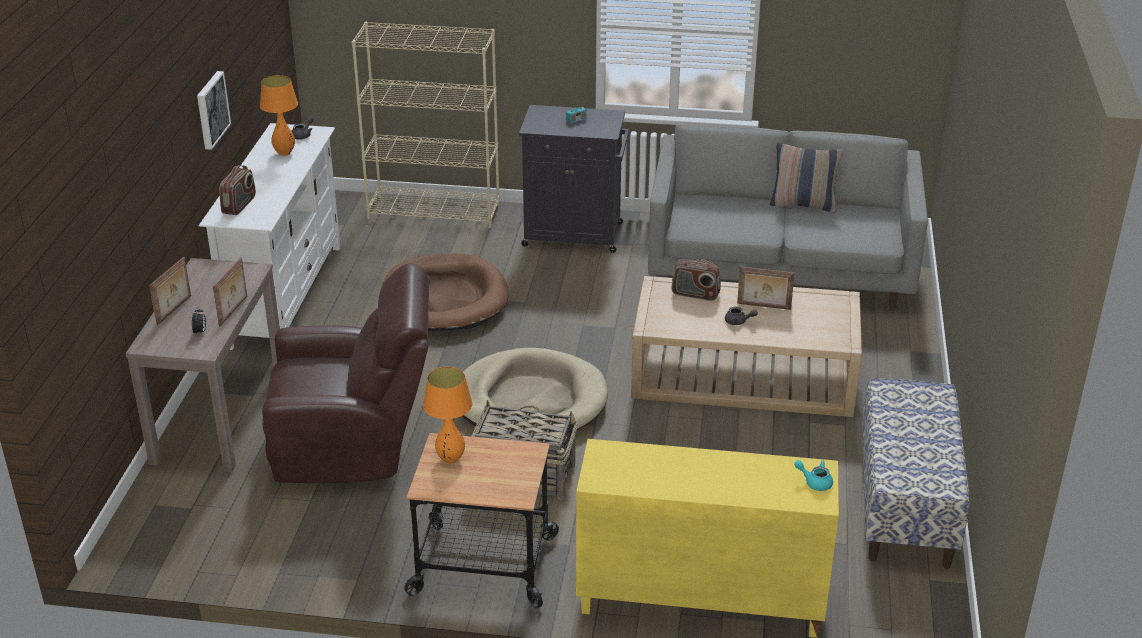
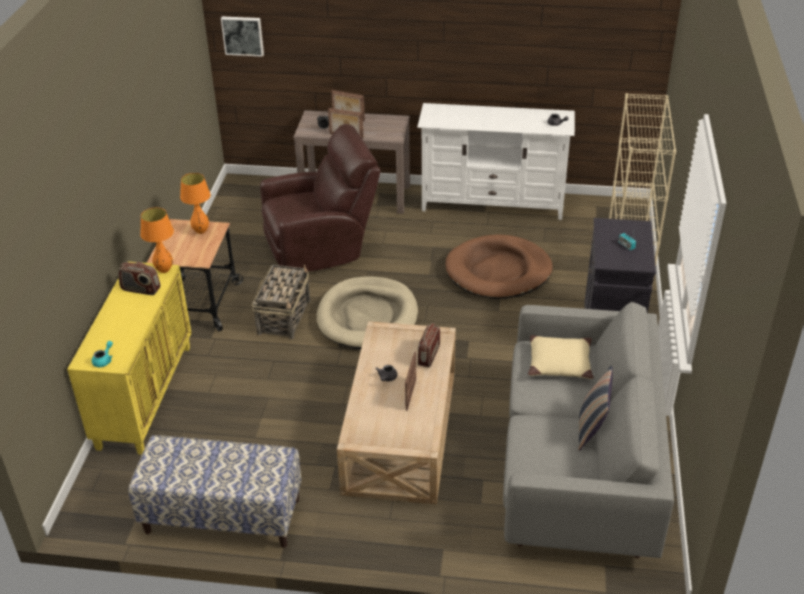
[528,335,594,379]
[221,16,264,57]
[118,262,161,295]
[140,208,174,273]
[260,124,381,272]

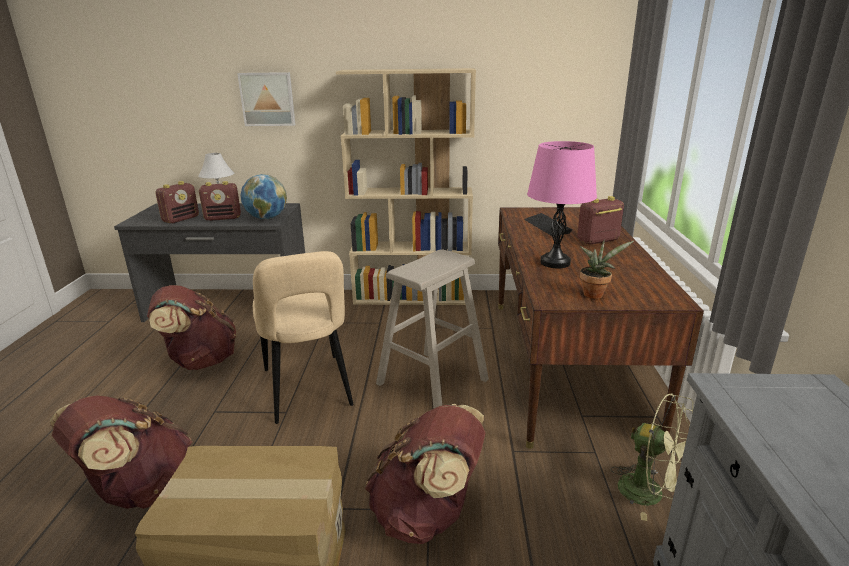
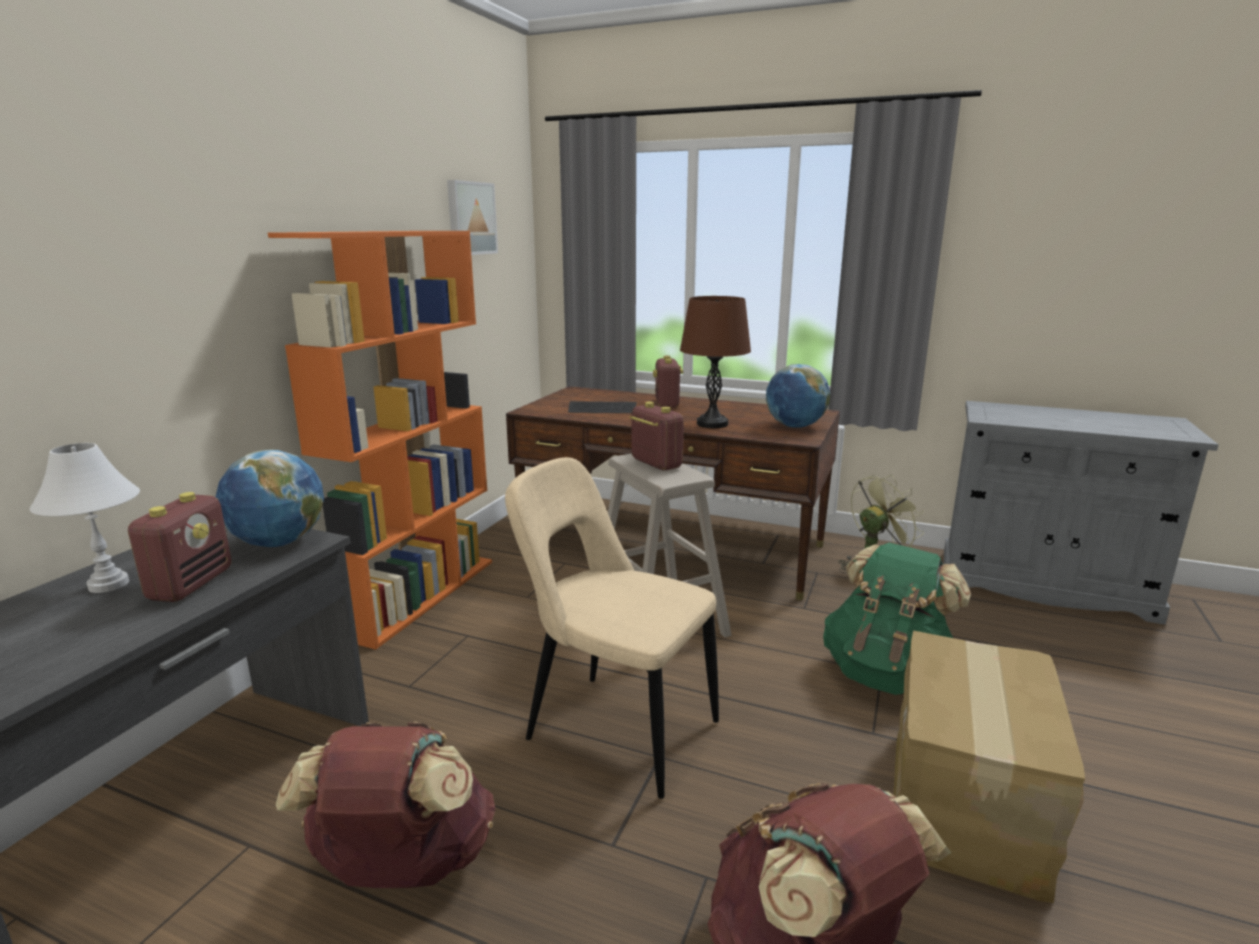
[629,402,684,470]
[447,180,498,255]
[766,364,830,428]
[268,231,492,650]
[823,543,971,695]
[680,296,751,428]
[505,457,719,799]

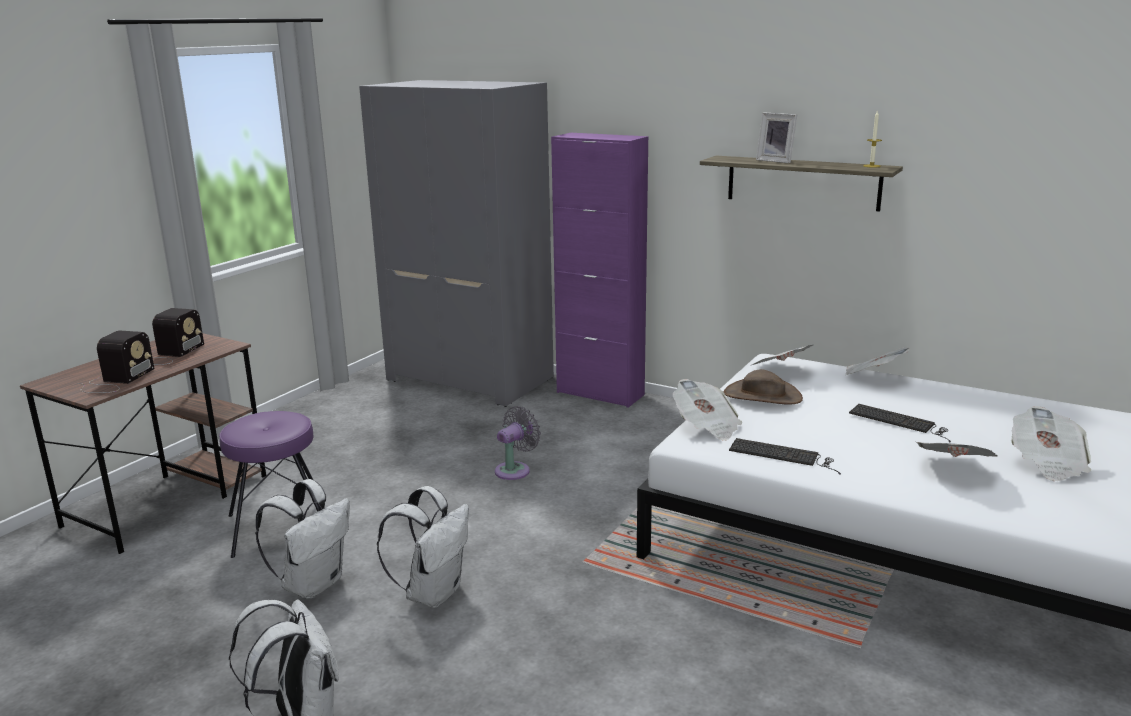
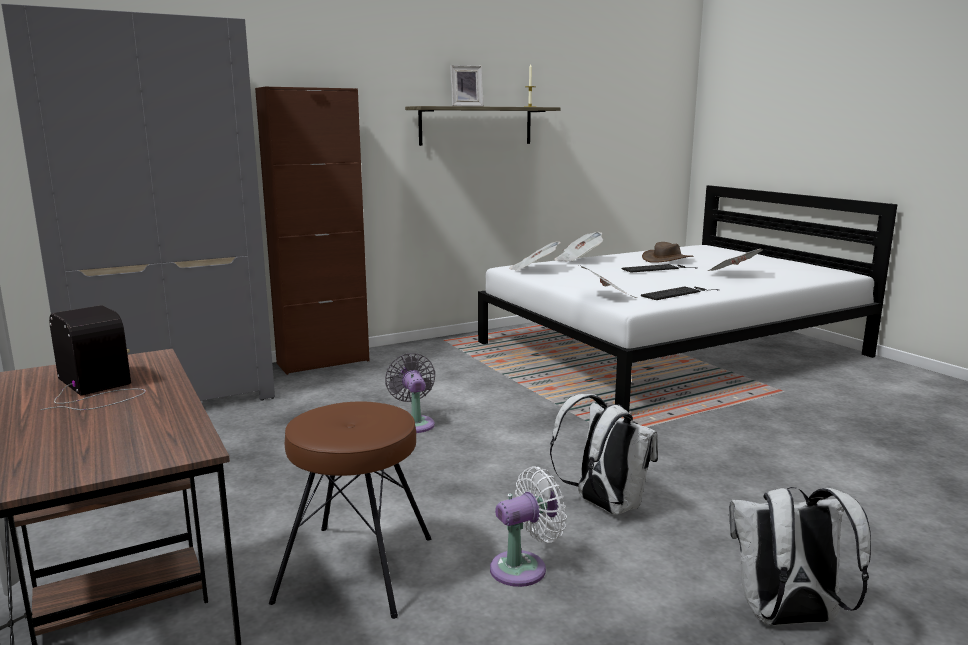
[78,330,155,393] (first image)
[1011,406,1091,481] (first image)
[642,242,693,263]
[490,466,567,587]
[269,401,431,619]
[255,86,370,375]

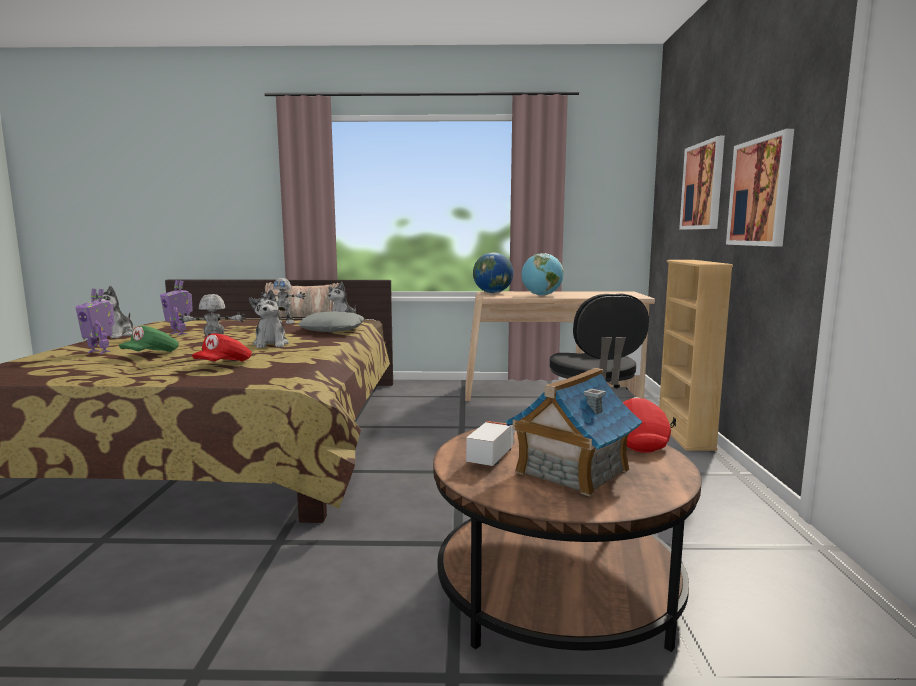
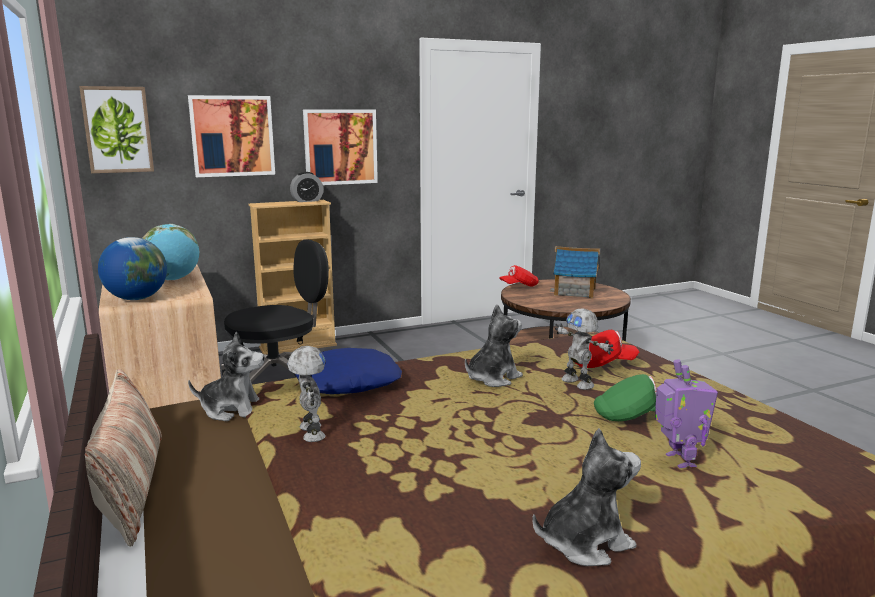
[160,280,193,335] (first image)
[466,421,515,466] (first image)
[79,86,154,173]
[290,172,323,202]
[295,348,402,394]

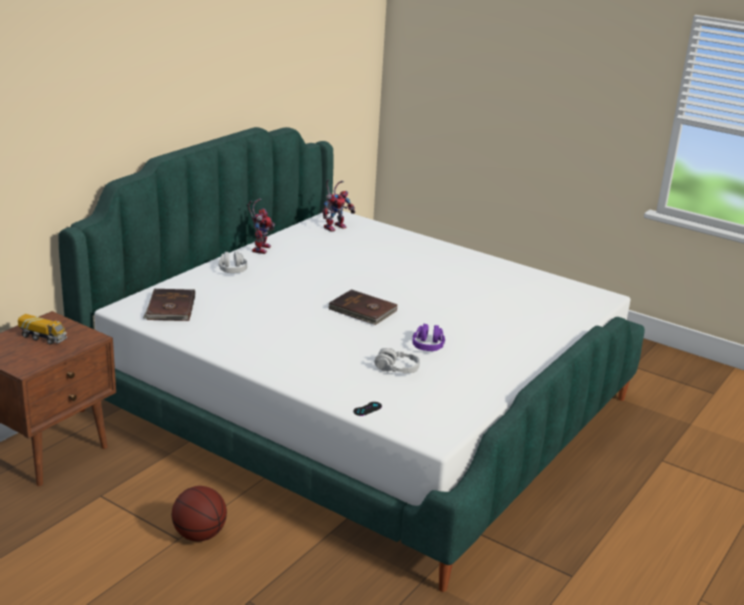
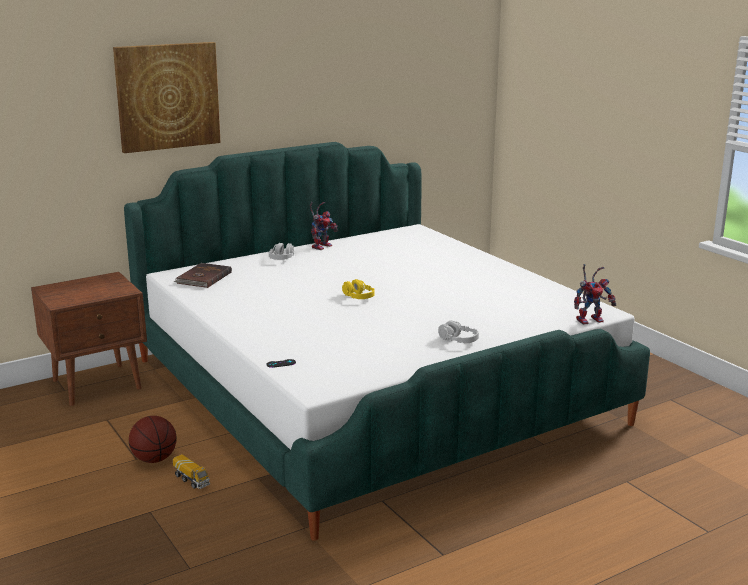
[412,324,445,351] (first image)
[113,42,221,153]
[173,454,210,489]
[574,264,616,325]
[438,320,479,343]
[342,279,375,299]

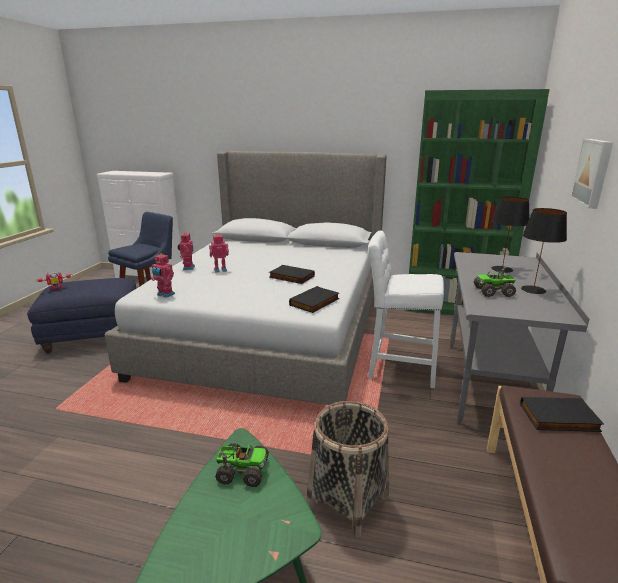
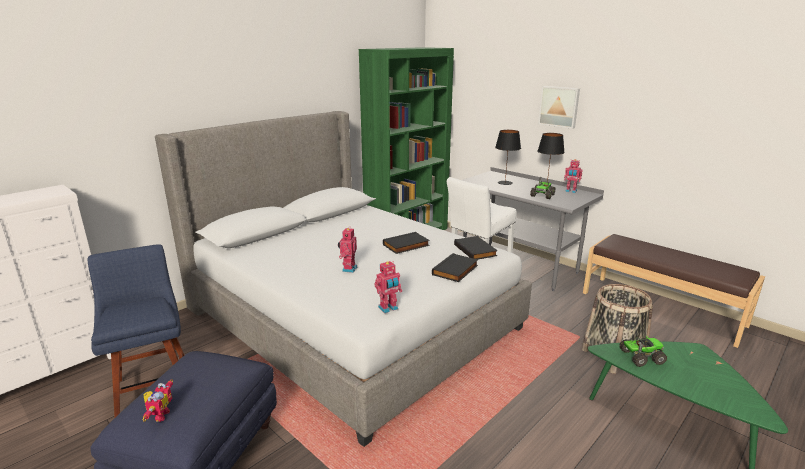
[564,159,583,193]
[432,253,478,282]
[619,336,667,367]

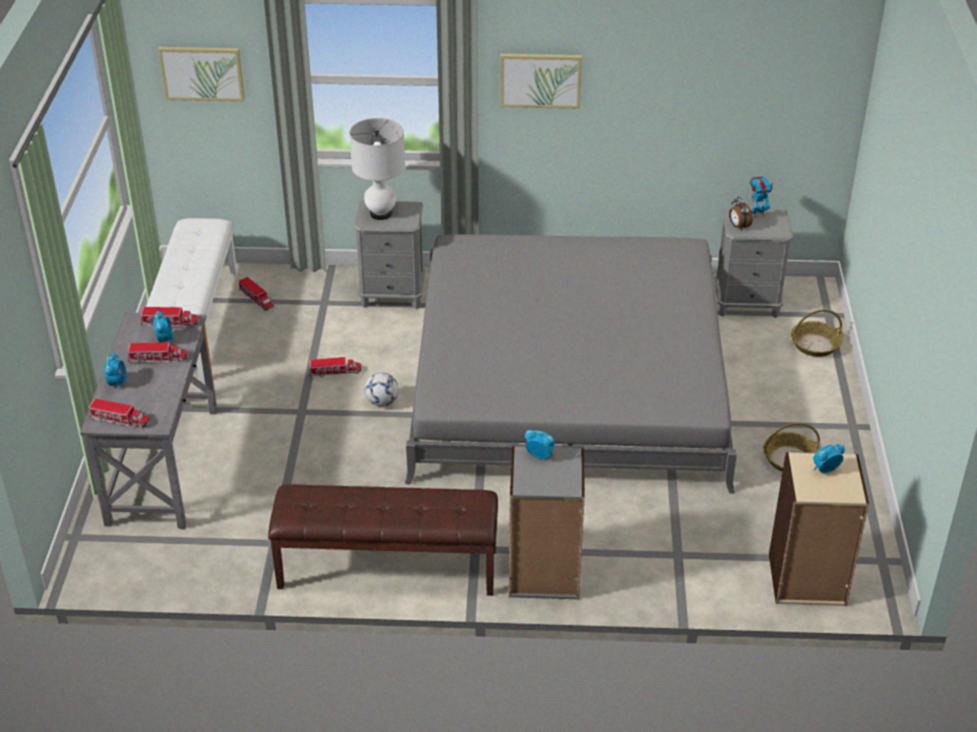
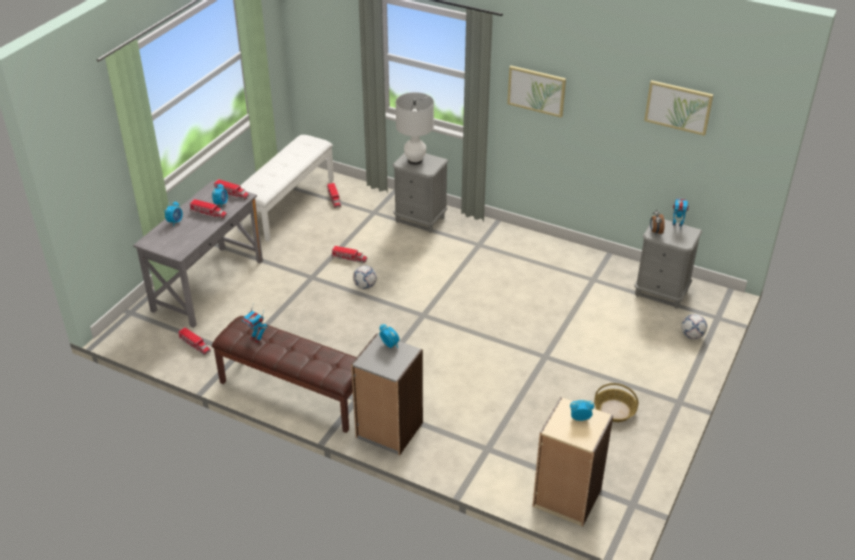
[405,234,737,494] (first image)
[242,306,268,343]
[178,327,211,355]
[644,80,713,136]
[681,314,707,339]

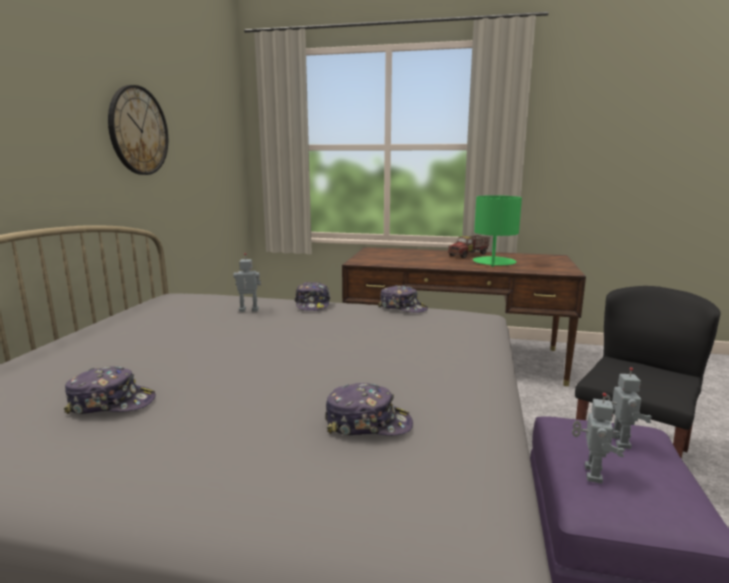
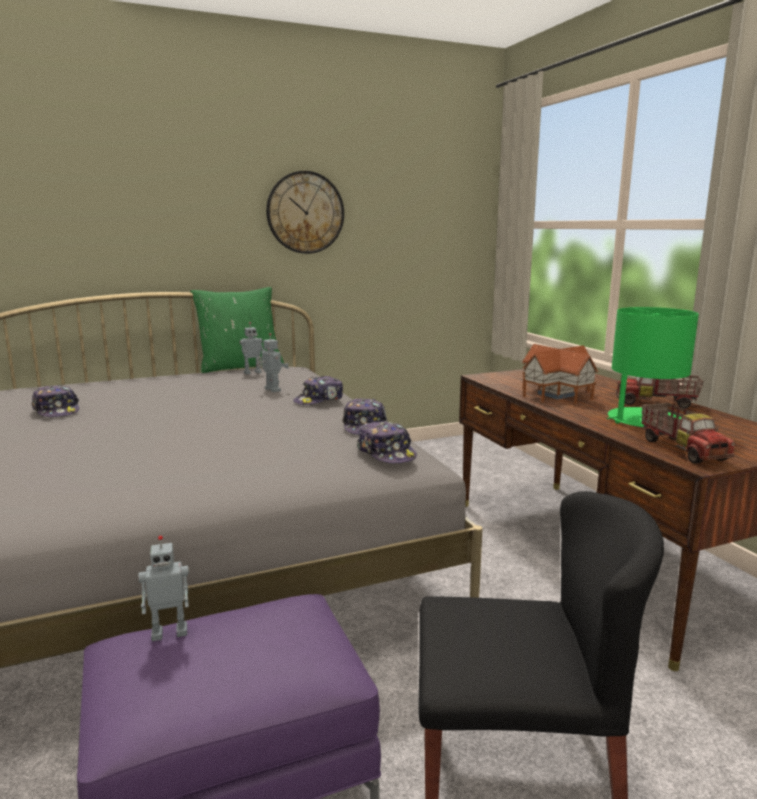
[190,287,284,373]
[522,344,598,404]
[642,403,735,464]
[357,421,417,464]
[240,322,265,375]

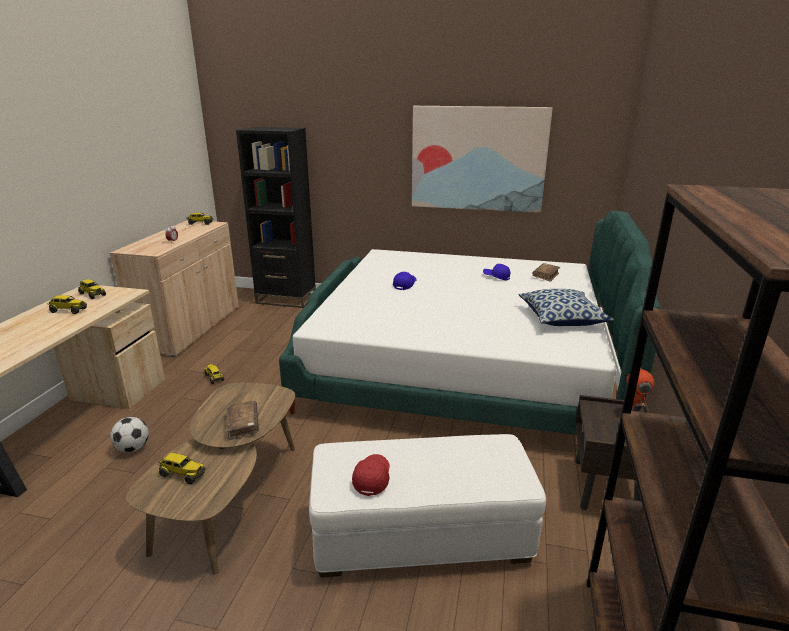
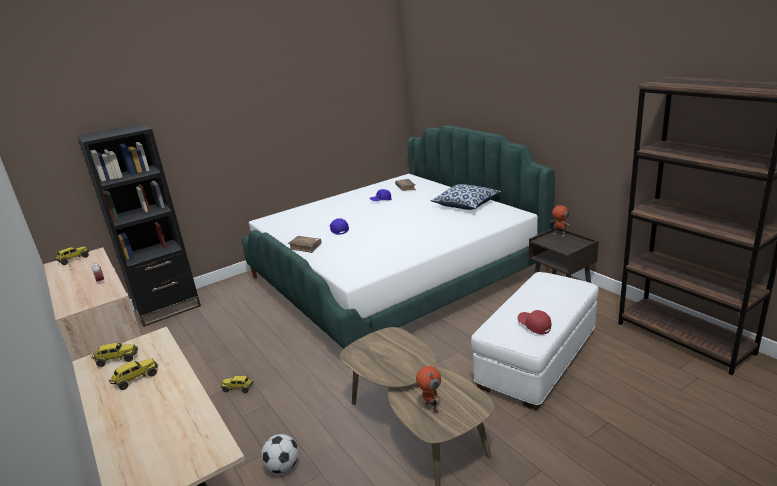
[412,106,553,213] (first image)
[288,236,321,253]
[416,366,441,413]

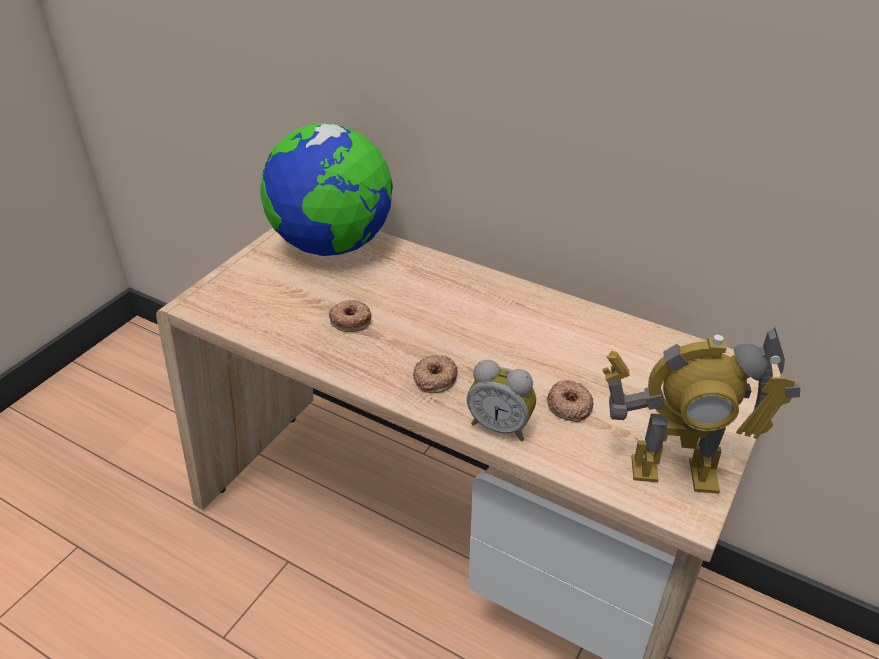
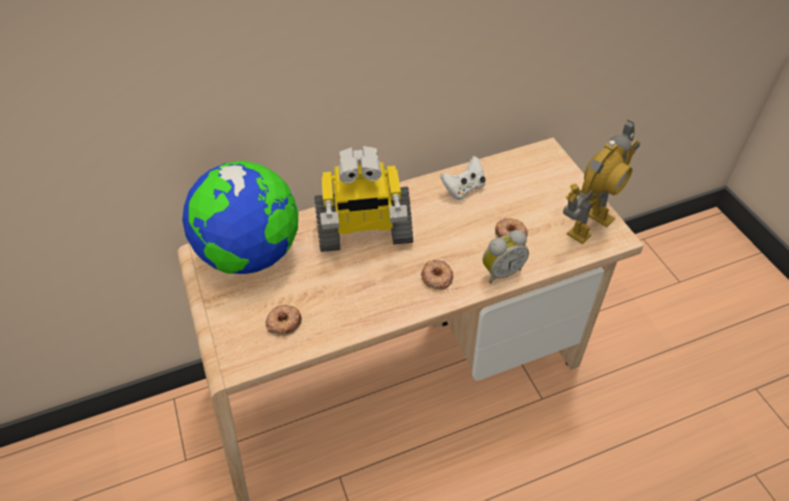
[314,146,413,252]
[440,156,486,200]
[265,305,302,336]

